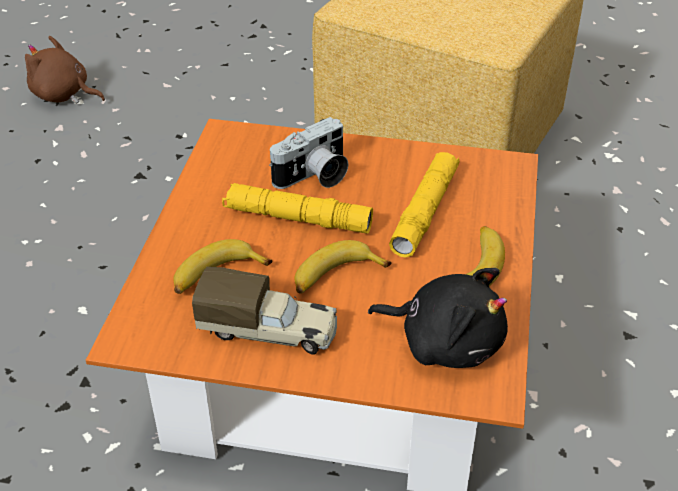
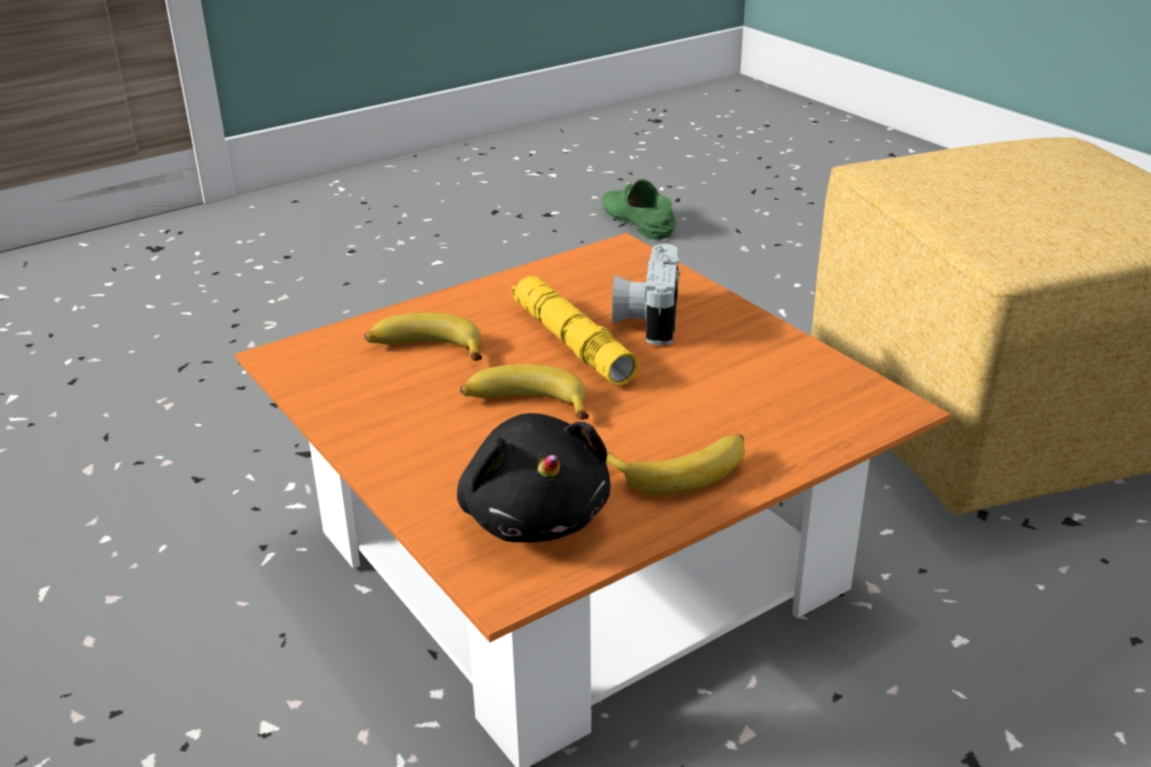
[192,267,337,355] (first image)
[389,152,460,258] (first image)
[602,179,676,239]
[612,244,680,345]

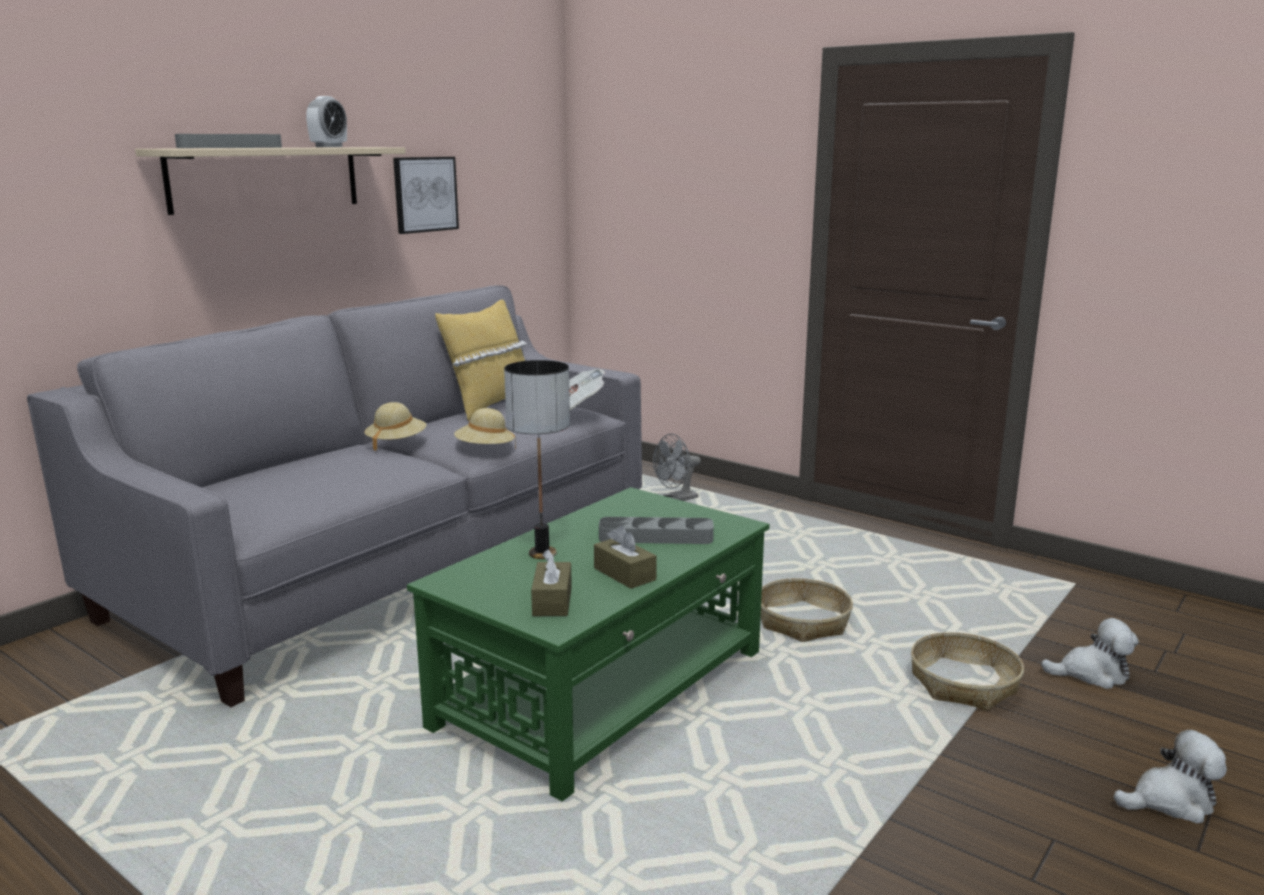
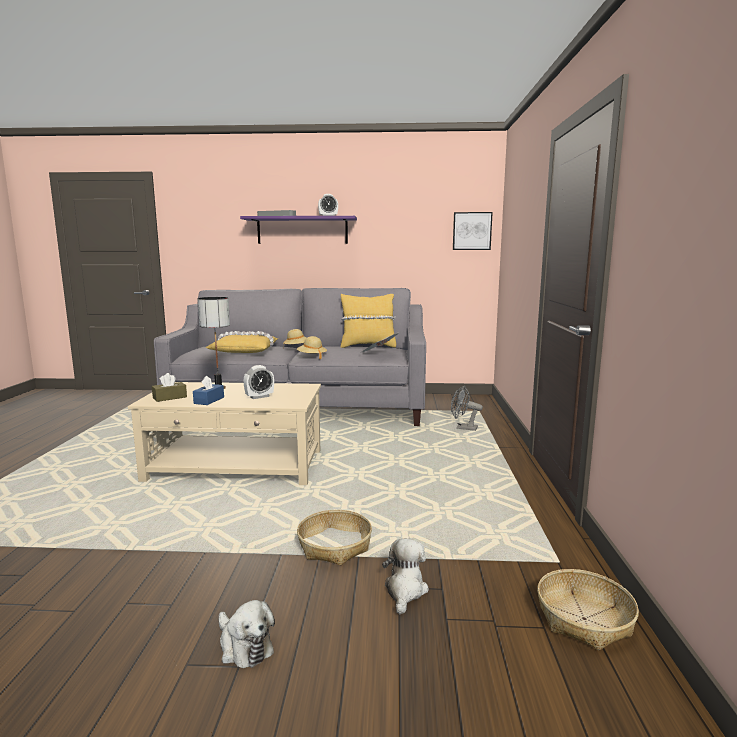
[206,331,278,353]
[453,212,493,250]
[537,569,639,650]
[243,365,274,399]
[240,216,357,244]
[128,382,321,485]
[193,375,224,405]
[382,538,429,615]

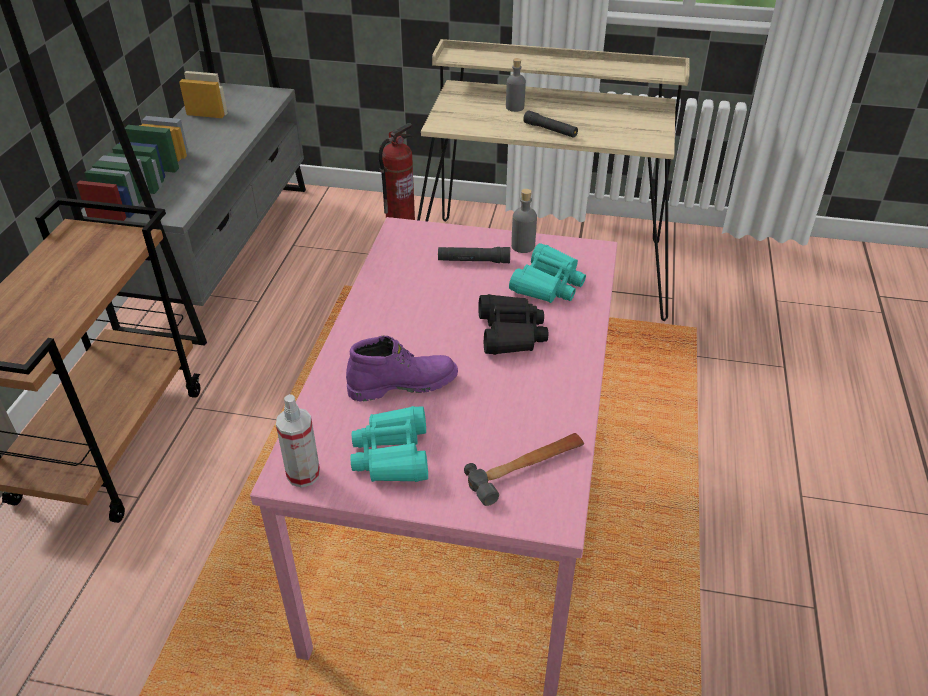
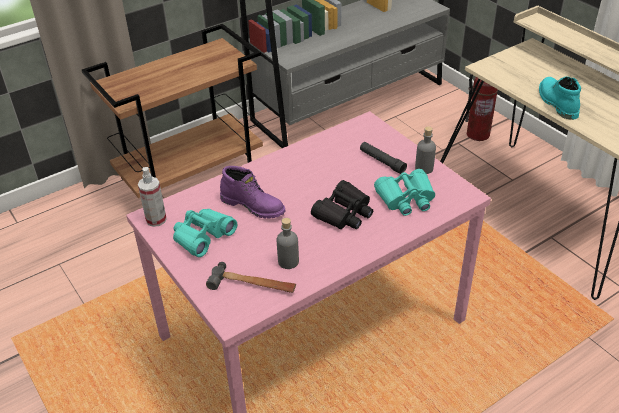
[277,218,299,269]
[539,76,581,120]

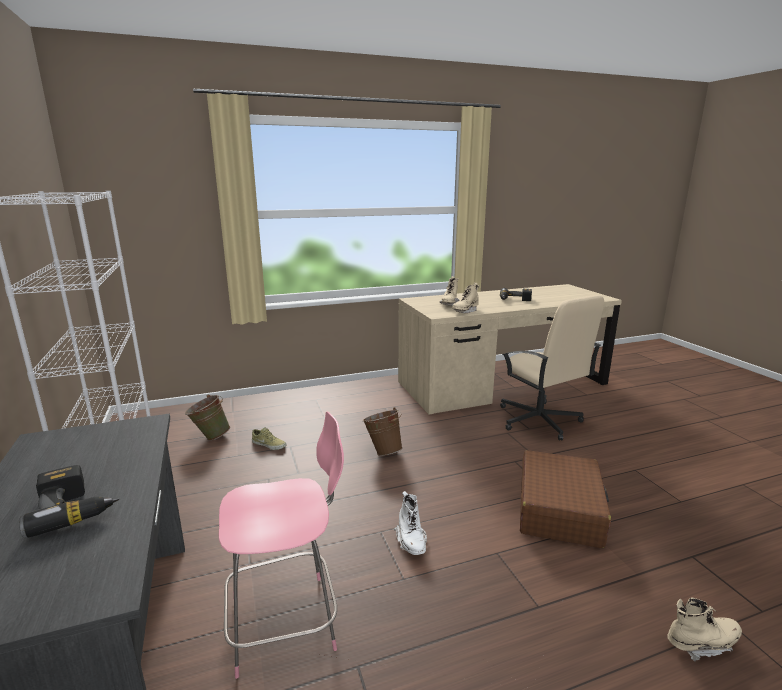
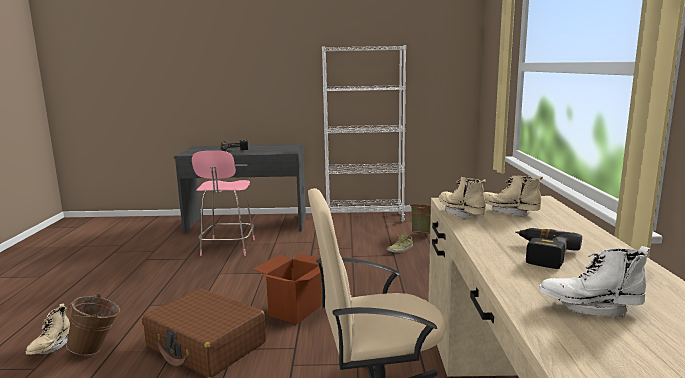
[253,254,323,324]
[66,294,120,355]
[539,246,650,318]

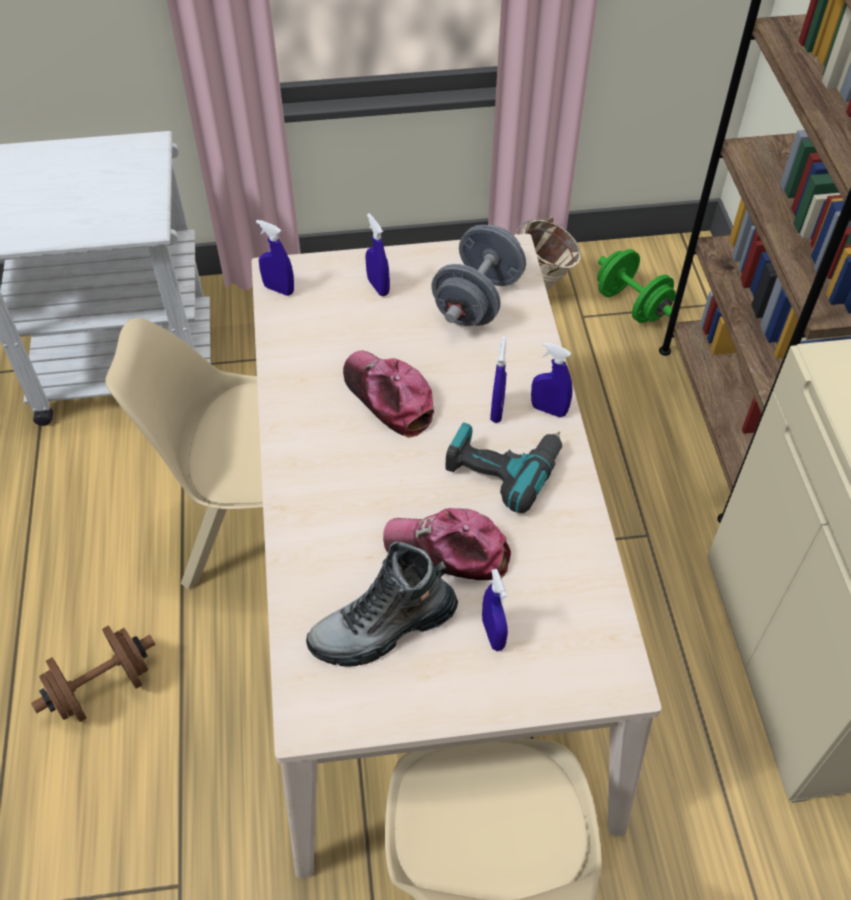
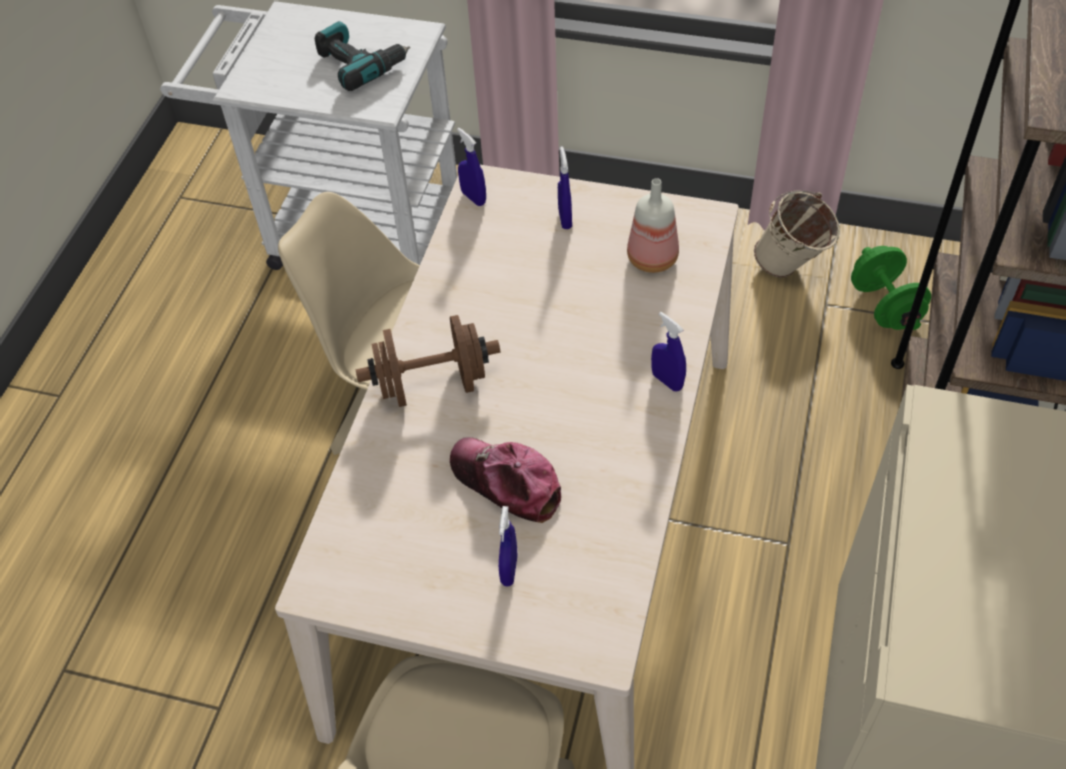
[306,542,458,667] (first image)
[343,351,434,438] (first image)
[490,336,506,423] (first image)
[356,315,500,407]
[315,21,410,91]
[627,178,679,273]

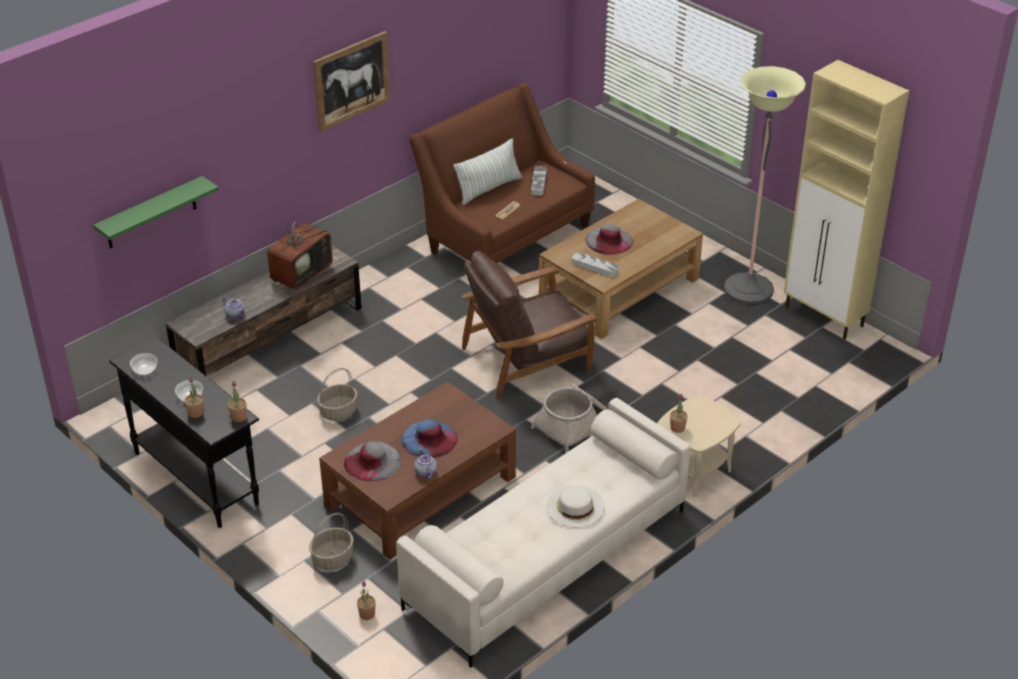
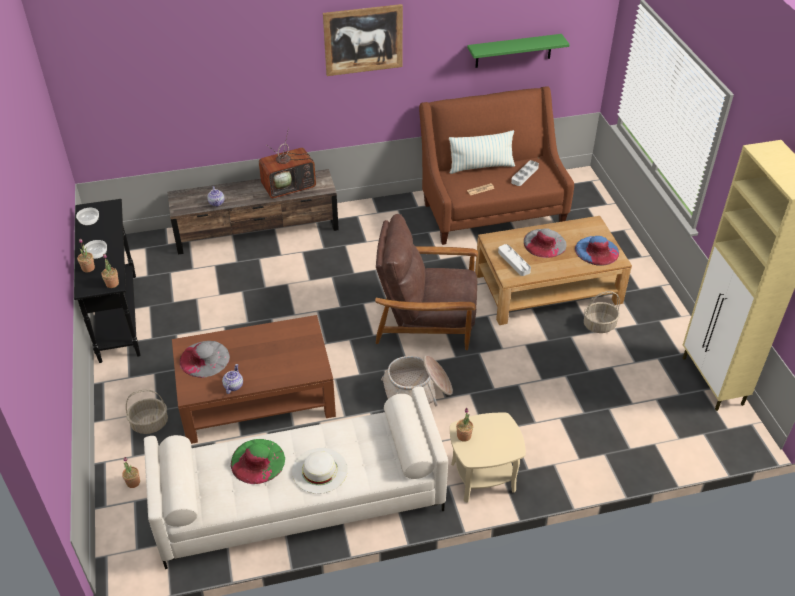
[724,66,806,304] (first image)
[231,439,285,484]
[467,34,570,68]
[584,291,620,333]
[575,236,619,266]

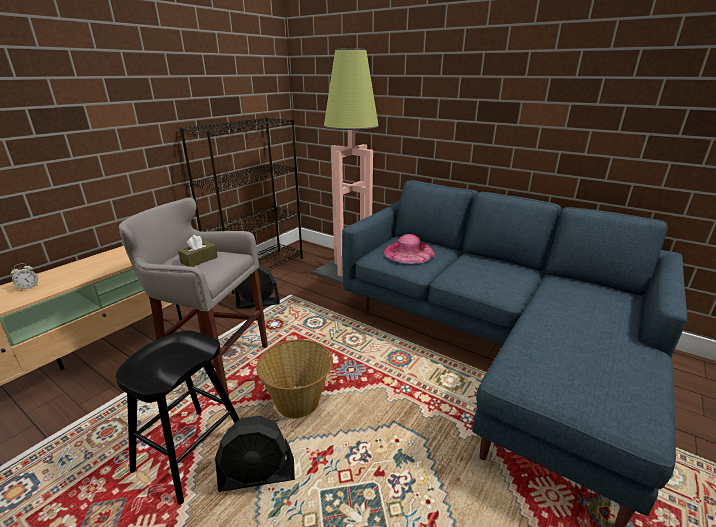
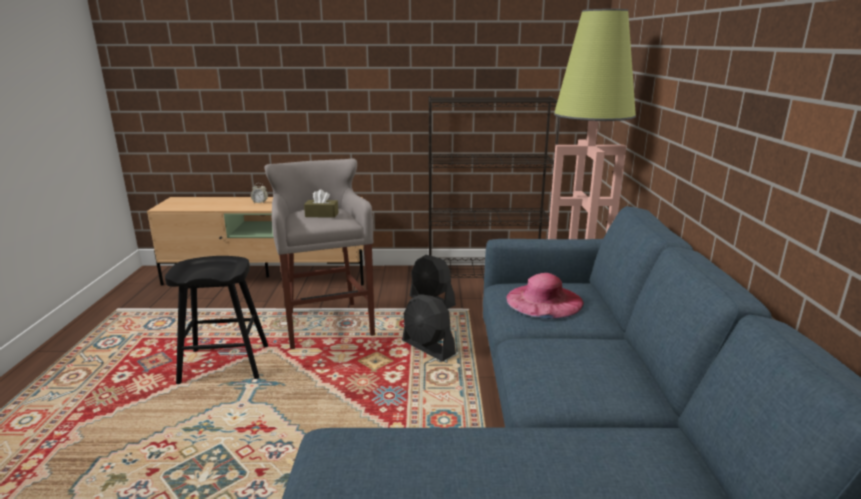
[256,339,333,418] (first image)
[402,294,456,362]

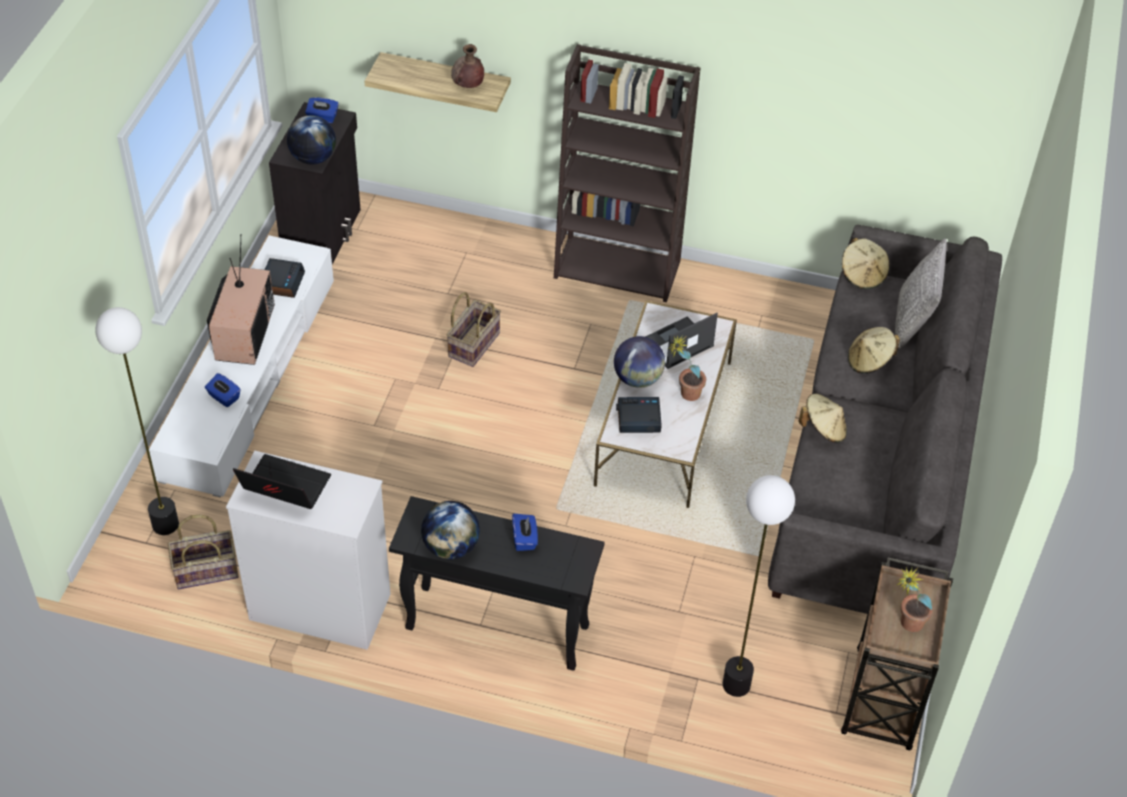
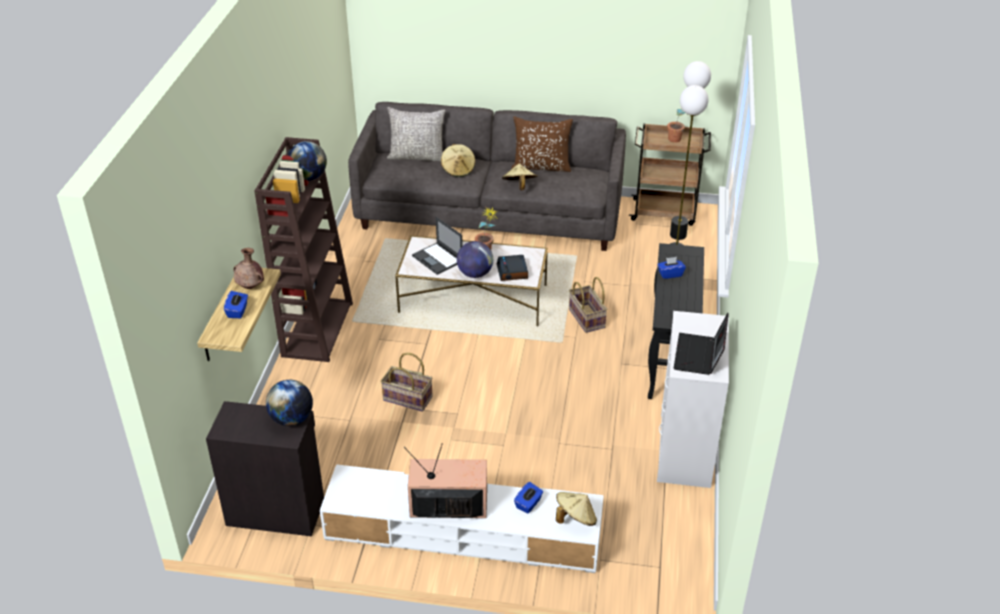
[265,258,305,298] (first image)
[511,116,573,172]
[670,61,711,240]
[569,277,607,333]
[224,291,248,318]
[288,141,327,181]
[556,492,597,526]

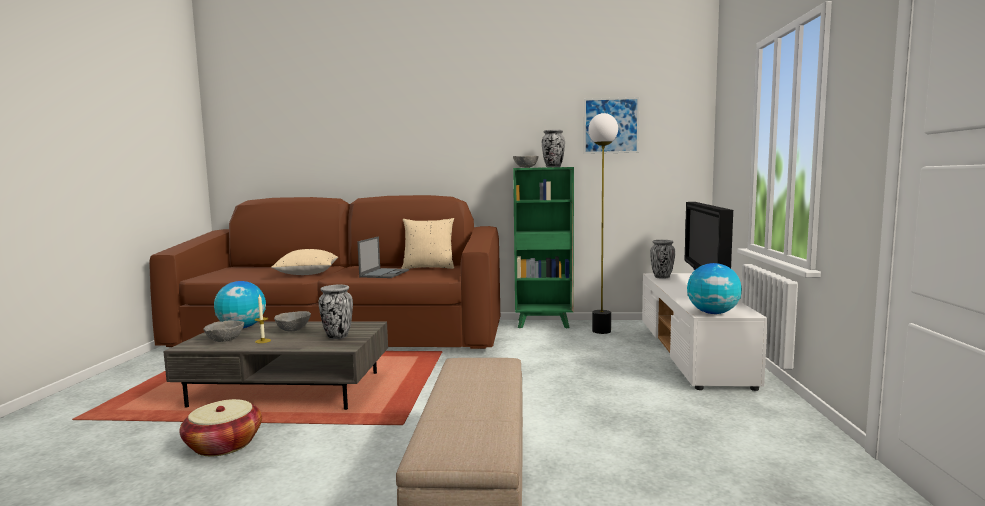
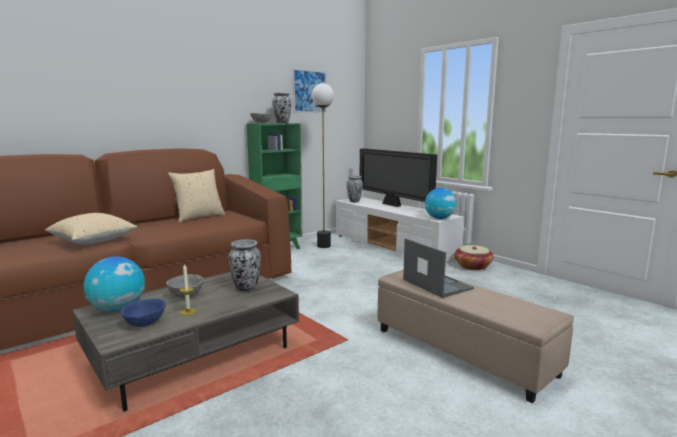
[455,245,494,270]
[403,238,474,298]
[120,299,166,327]

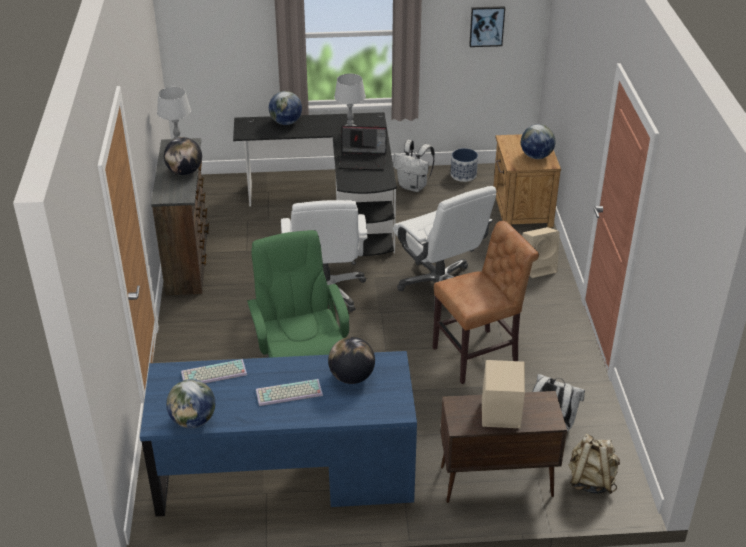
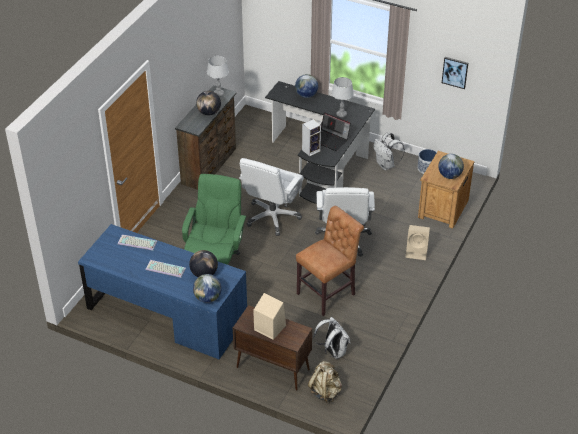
[302,119,321,156]
[193,274,222,303]
[296,206,364,316]

